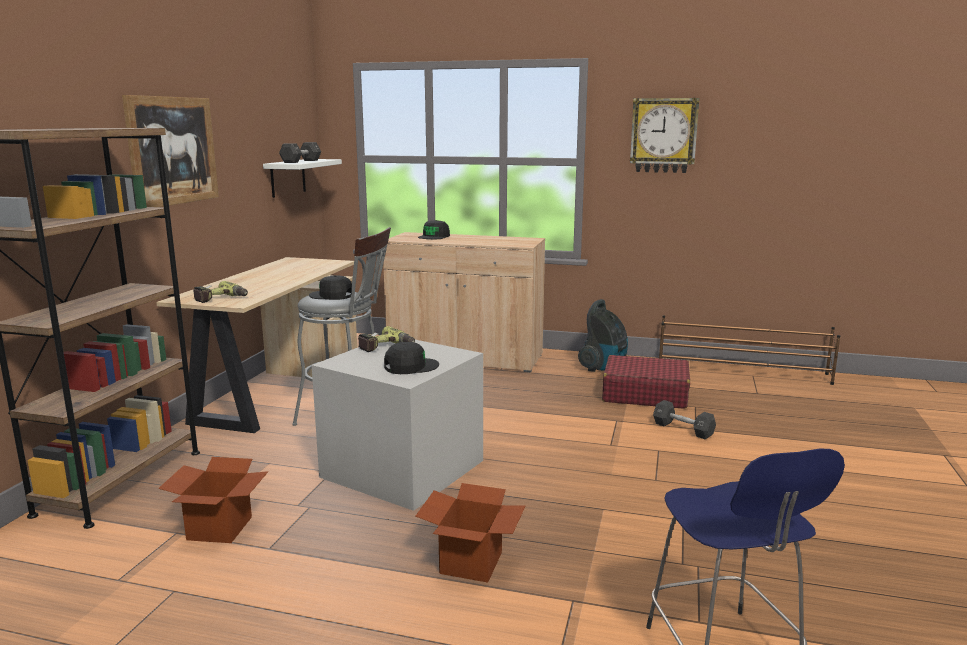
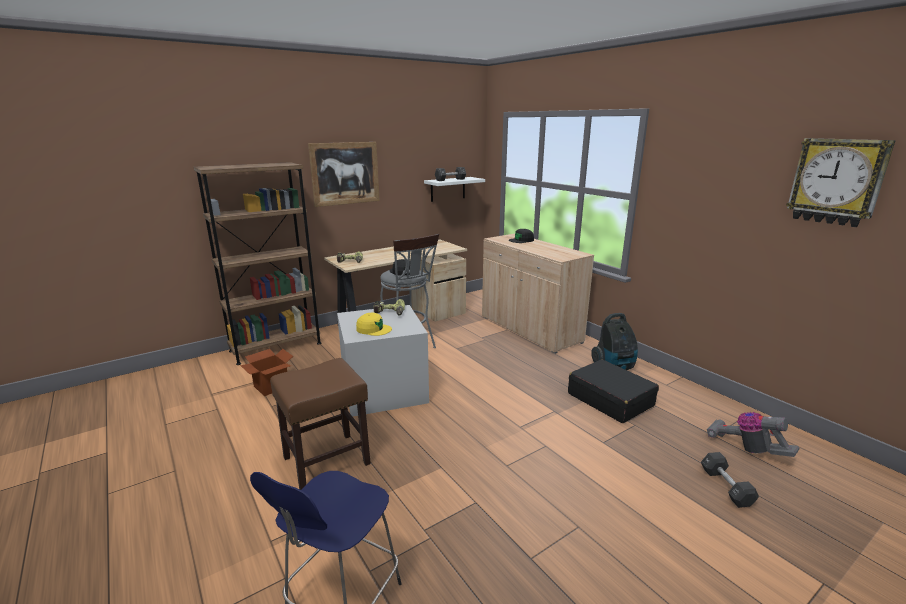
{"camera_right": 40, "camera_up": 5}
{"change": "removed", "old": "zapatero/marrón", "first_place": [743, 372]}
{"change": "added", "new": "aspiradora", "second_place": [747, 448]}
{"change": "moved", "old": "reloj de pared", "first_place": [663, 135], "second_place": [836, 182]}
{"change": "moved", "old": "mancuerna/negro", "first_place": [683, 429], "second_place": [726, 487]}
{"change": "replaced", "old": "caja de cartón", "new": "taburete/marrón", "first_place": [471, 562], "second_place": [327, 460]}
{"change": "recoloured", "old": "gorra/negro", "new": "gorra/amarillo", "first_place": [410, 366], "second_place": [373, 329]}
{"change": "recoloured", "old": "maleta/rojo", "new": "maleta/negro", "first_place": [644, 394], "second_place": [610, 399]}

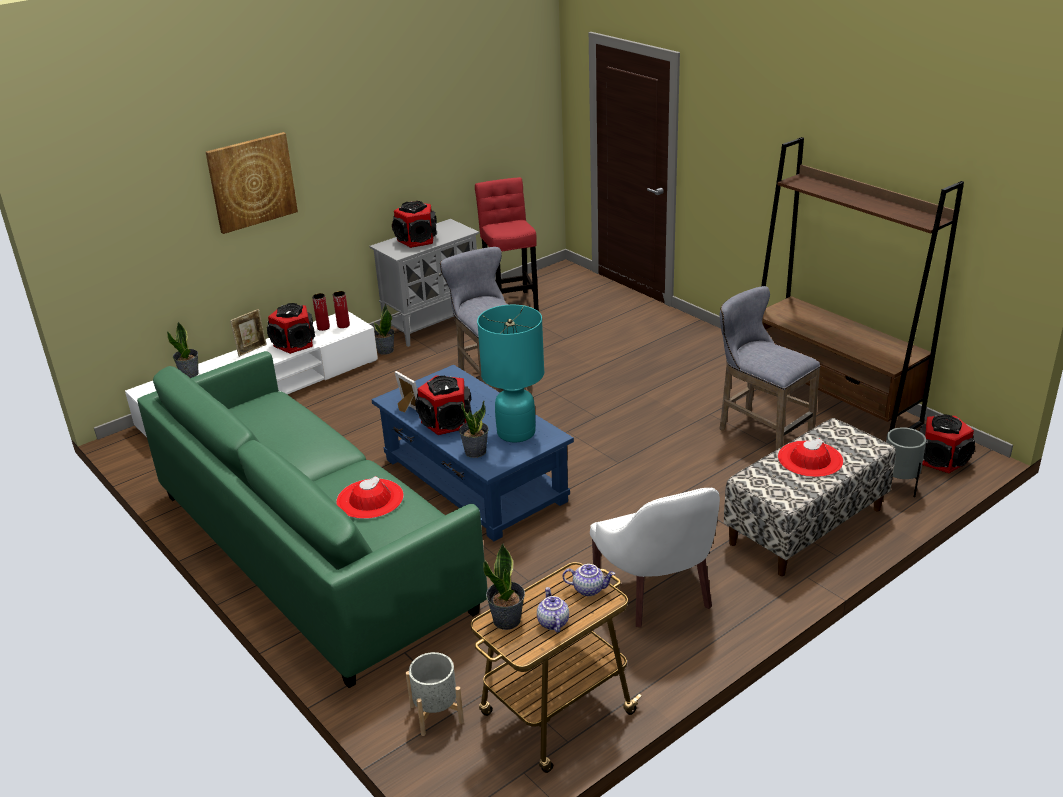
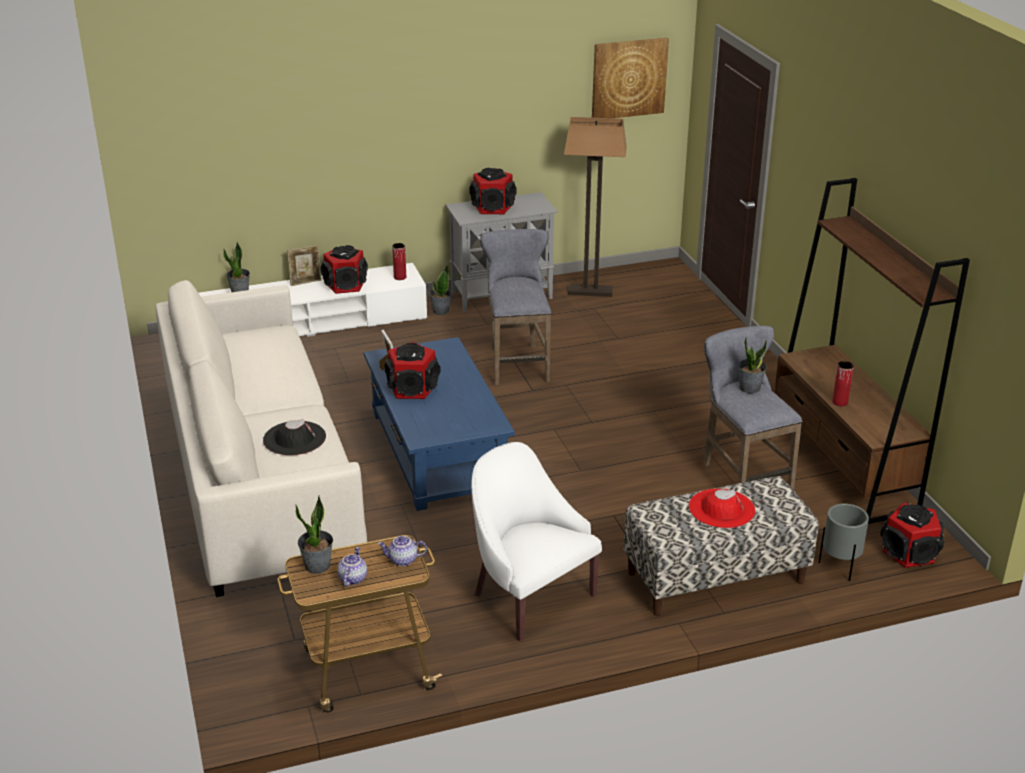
{"camera_right": 20, "camera_up": 0}
{"change": "removed", "old": "maceta/gris", "first_place": [436, 713]}
{"change": "removed", "old": "lámpara de mesa/turquesa", "first_place": [515, 432]}
{"change": "moved", "old": "cuadro", "first_place": [252, 182], "second_place": [629, 78]}
{"change": "moved", "old": "florero/rojo", "first_place": [323, 327], "second_place": [840, 402]}
{"change": "moved", "old": "planta en maceta", "first_place": [475, 451], "second_place": [749, 388]}
{"change": "replaced", "old": "taburete/rojo", "new": "lámpara de pie", "first_place": [511, 304], "second_place": [590, 292]}
{"change": "recoloured", "old": "sofá/verde", "new": "sofá/blanco", "first_place": [311, 551], "second_place": [259, 477]}
{"change": "recoloured", "old": "sombrero/rojo", "new": "sombrero/negro", "first_place": [370, 499], "second_place": [294, 438]}
{"change": "turned", "old": "tetera", "first_place": [589, 589], "second_place": [402, 560], "degrees": 150}
{"change": "turned", "old": "sillón/blanco", "first_place": [658, 592], "second_place": [529, 596], "degrees": 135}

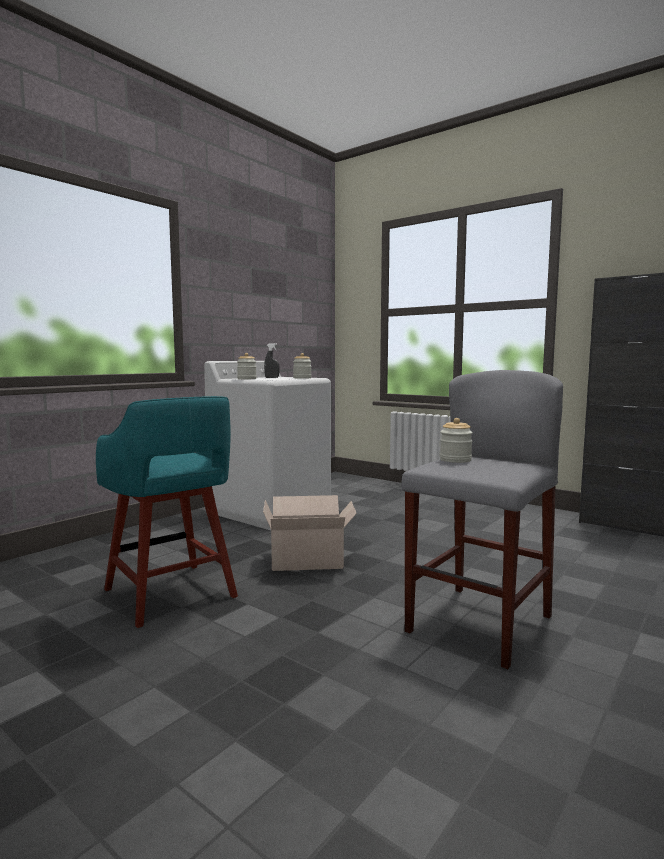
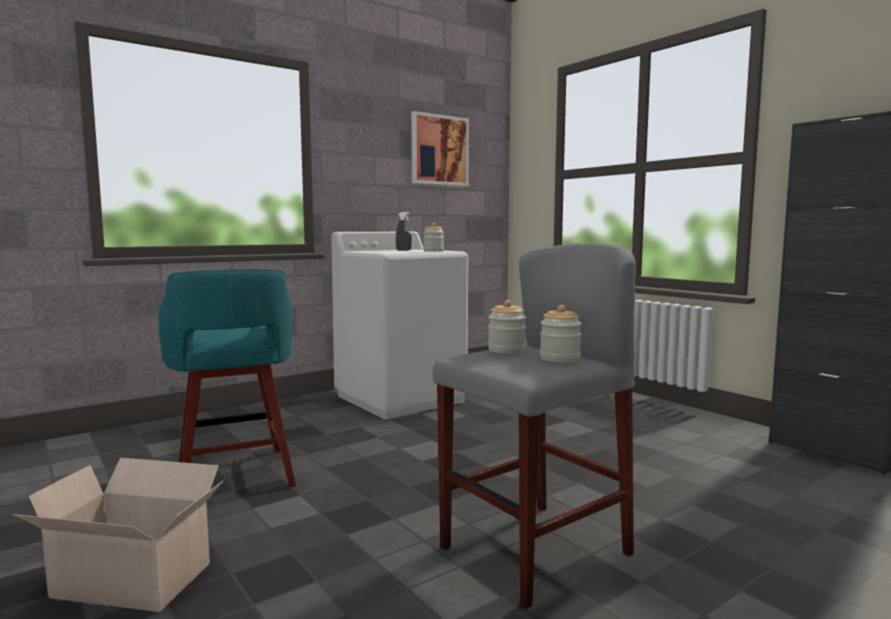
{"camera_right": 15, "camera_up": 0}
{"change": "added", "new": "cuadro", "second_place": [439, 150]}
{"change": "moved", "old": "tarro", "first_place": [247, 379], "second_place": [560, 358]}
{"change": "moved", "old": "caja de cartón", "first_place": [309, 560], "second_place": [135, 581]}

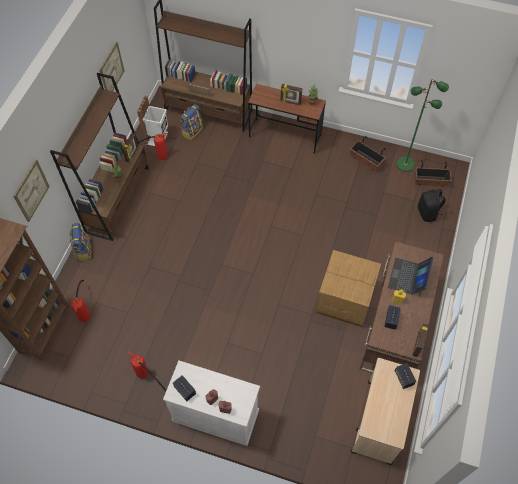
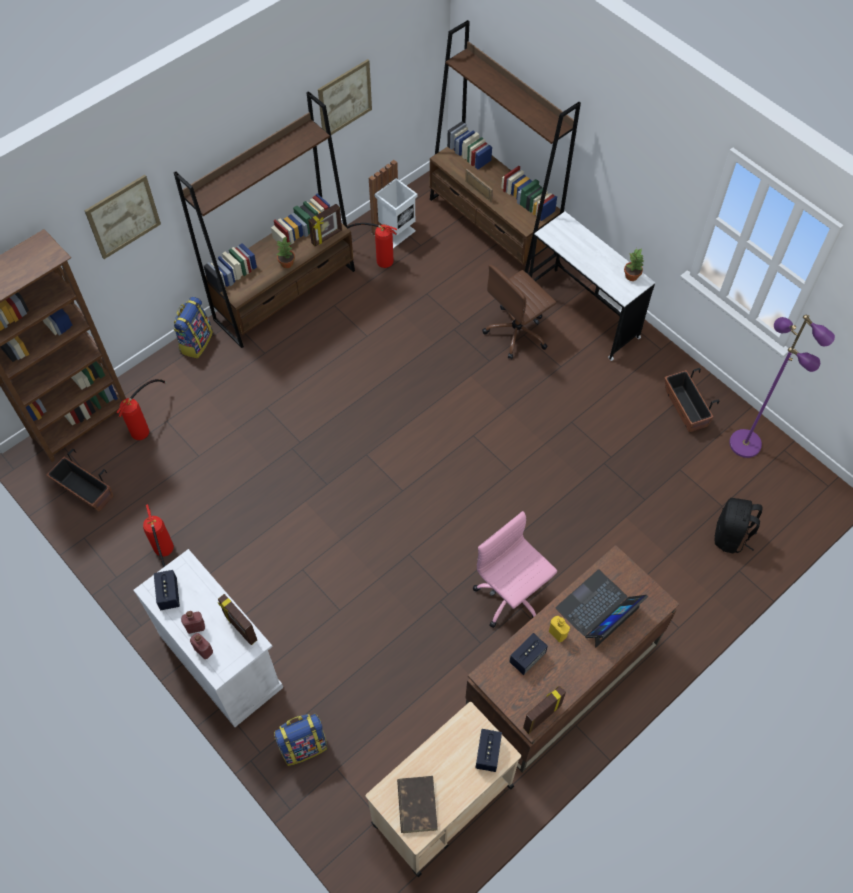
{"camera_right": 30, "camera_up": 0}
{"change": "added", "new": "libro/marrón", "second_place": [417, 804]}
{"change": "added", "new": "silla de oficina/marrón", "second_place": [517, 332]}
{"change": "moved", "old": "mochila", "first_place": [192, 131], "second_place": [303, 745]}
{"change": "moved", "old": "portarretratos", "first_place": [290, 102], "second_place": [240, 628]}
{"change": "moved", "old": "maceta", "first_place": [430, 181], "second_place": [85, 491]}
{"change": "replaced", "old": "caja de cartón", "new": "silla de oficina/rosa", "first_place": [344, 298], "second_place": [512, 596]}
{"change": "recoloured", "old": "escritorio/marrón", "new": "escritorio/blanco", "first_place": [285, 136], "second_place": [582, 314]}
{"change": "recoloured", "old": "lámpara de pie/verde", "new": "lámpara de pie/morado", "first_place": [405, 164], "second_place": [746, 443]}

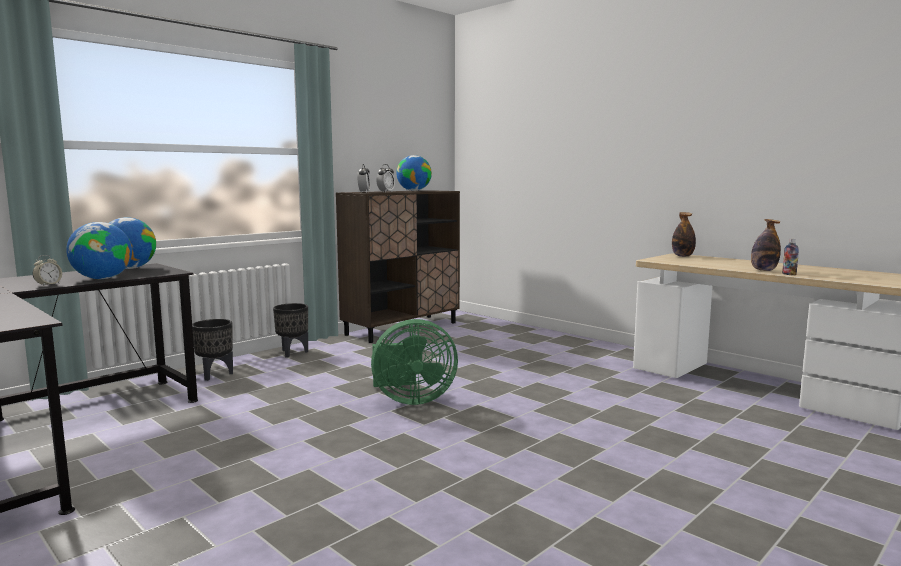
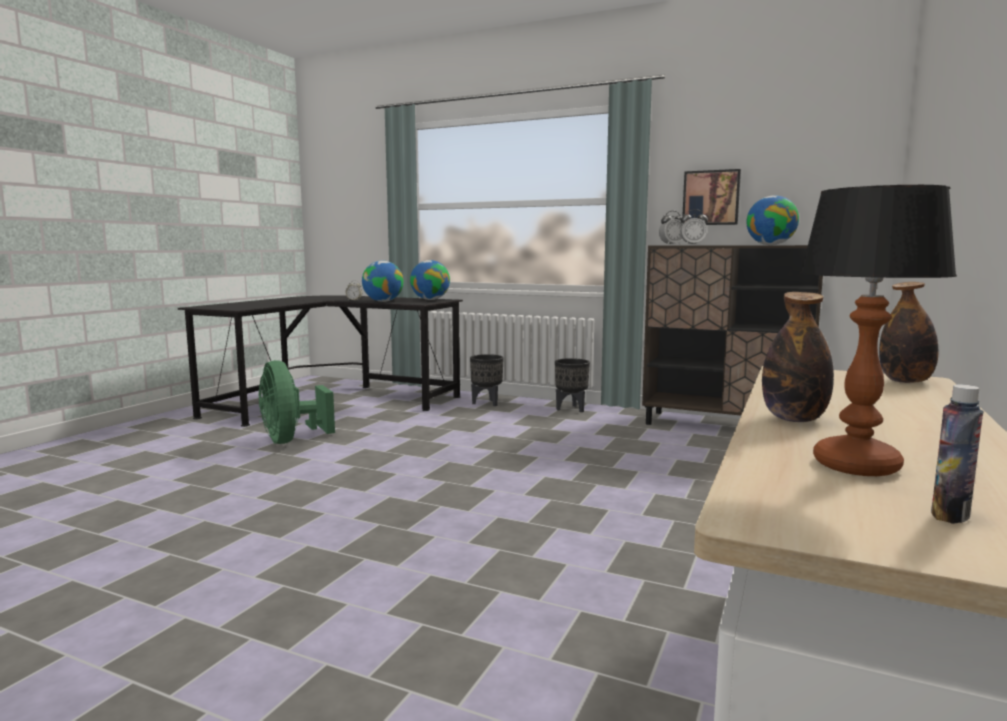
{"camera_right": 70, "camera_up": 0}
{"change": "added", "new": "cuadro", "second_place": [711, 198]}
{"change": "added", "new": "lámpara de mesa", "second_place": [858, 465]}
{"change": "moved", "old": "ventilador/verde", "first_place": [410, 399], "second_place": [291, 440]}
{"change": "moved", "old": "botella", "first_place": [789, 274], "second_place": [950, 515]}

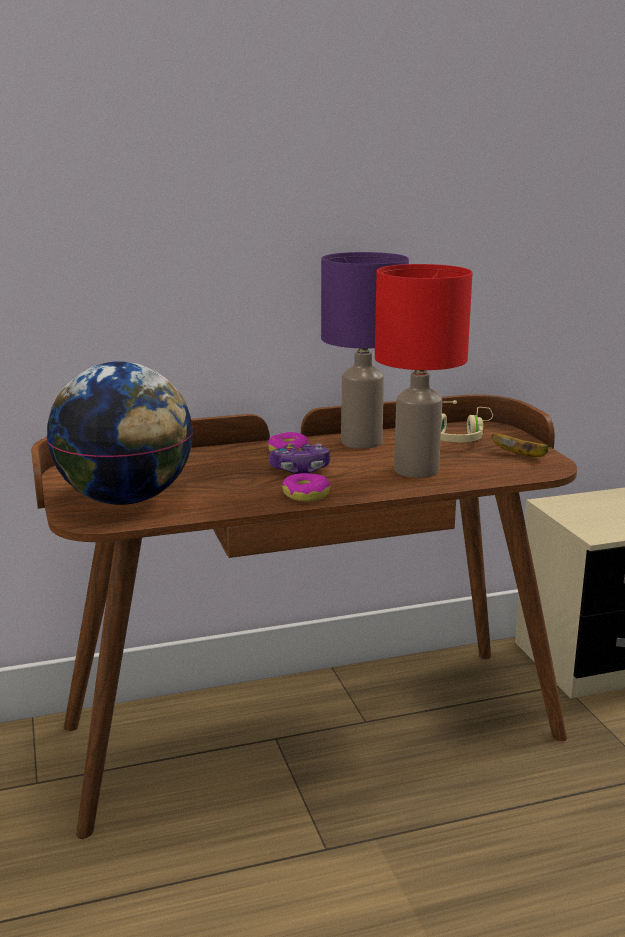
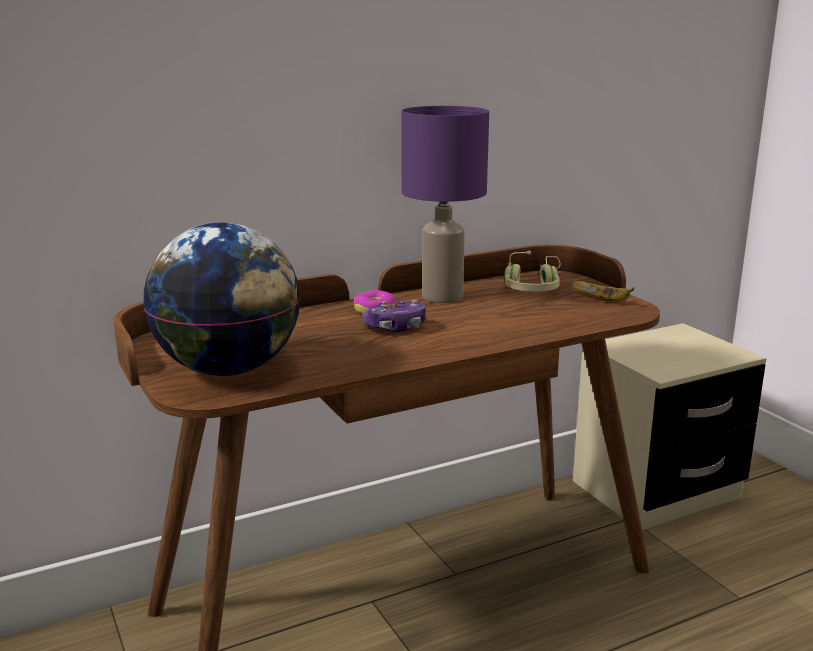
{"camera_right": -10, "camera_up": 0}
{"change": "removed", "old": "rosquilla", "first_place": [306, 495]}
{"change": "removed", "old": "lámpara de mesa/rojo", "first_place": [417, 471]}

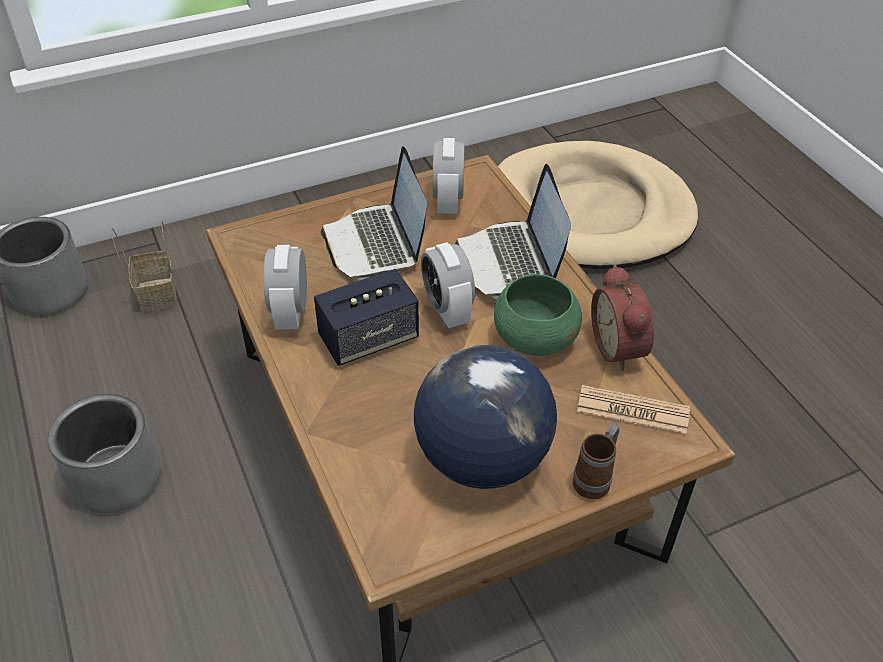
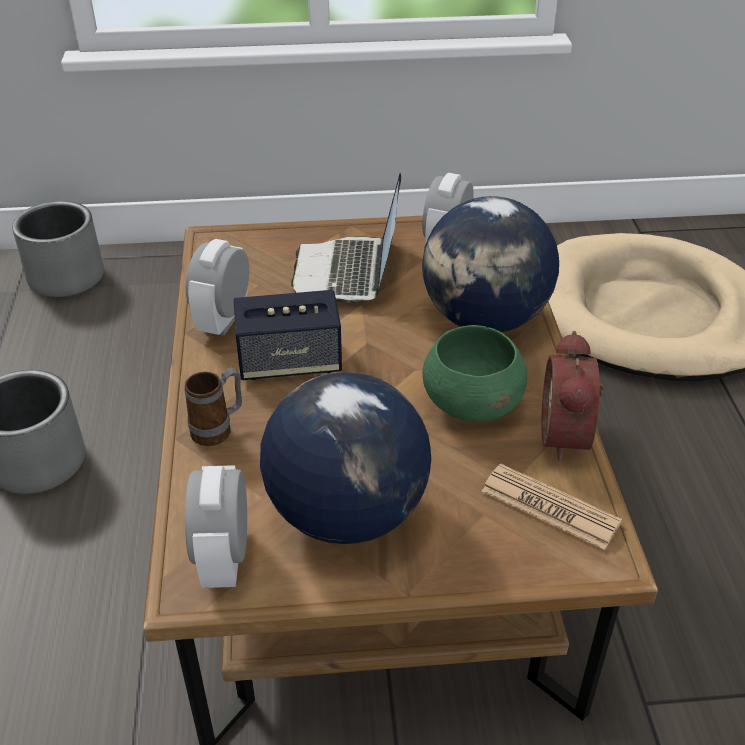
{"camera_right": 20, "camera_up": -5}
{"change": "removed", "old": "cesta", "first_place": [156, 294]}
{"change": "moved", "old": "despertador", "first_place": [447, 310], "second_place": [224, 558]}
{"change": "moved", "old": "taza grande", "first_place": [595, 479], "second_place": [218, 429]}
{"change": "replaced", "old": "portátil", "new": "globo terráqueo", "first_place": [511, 261], "second_place": [485, 319]}

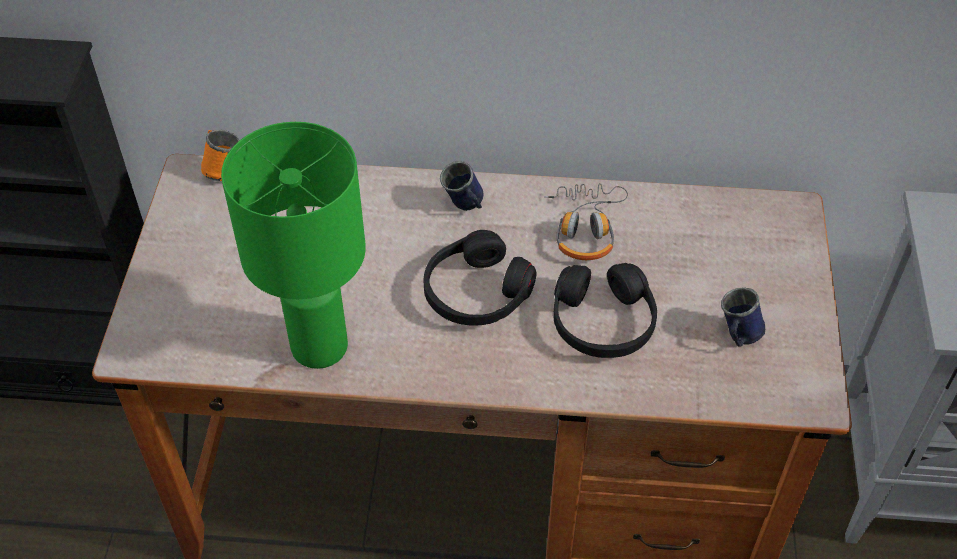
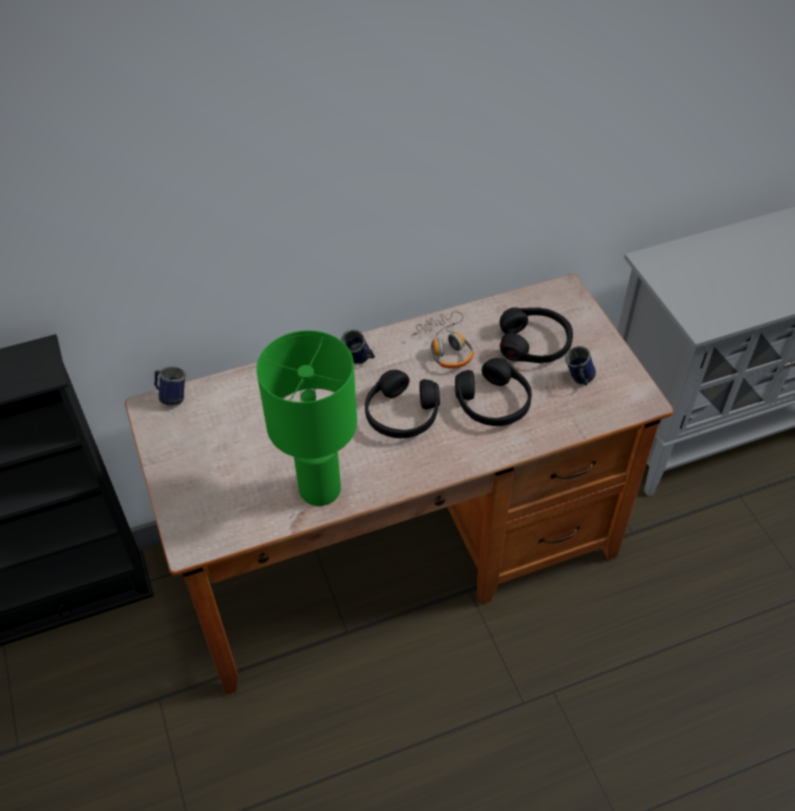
{"camera_right": -25, "camera_up": 0}
{"change": "added", "new": "auriculares/negro", "second_place": [534, 343]}
{"change": "recoloured", "old": "taza grande/naranja", "new": "taza grande/azul", "first_place": [221, 169], "second_place": [171, 396]}

